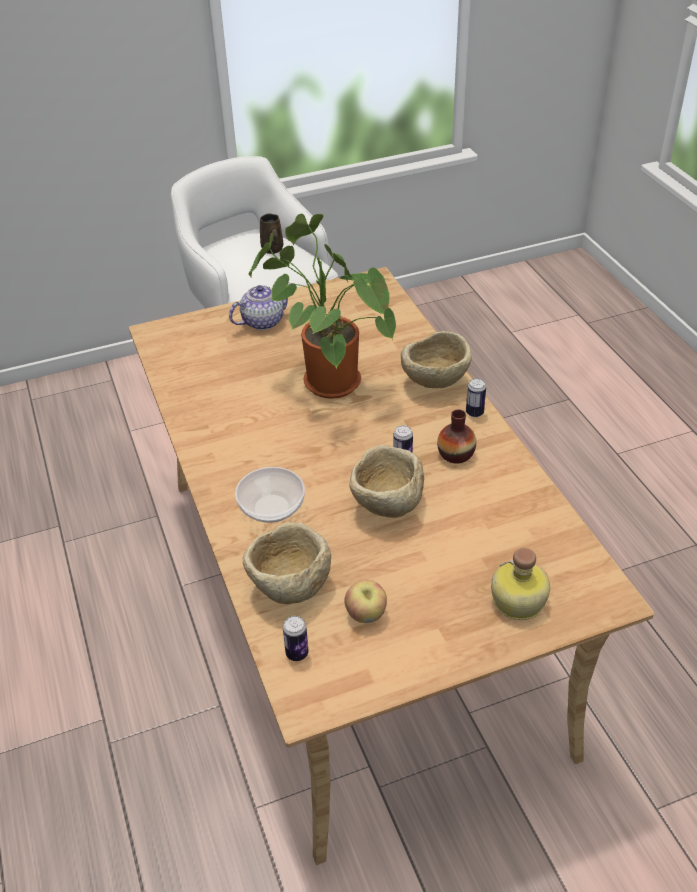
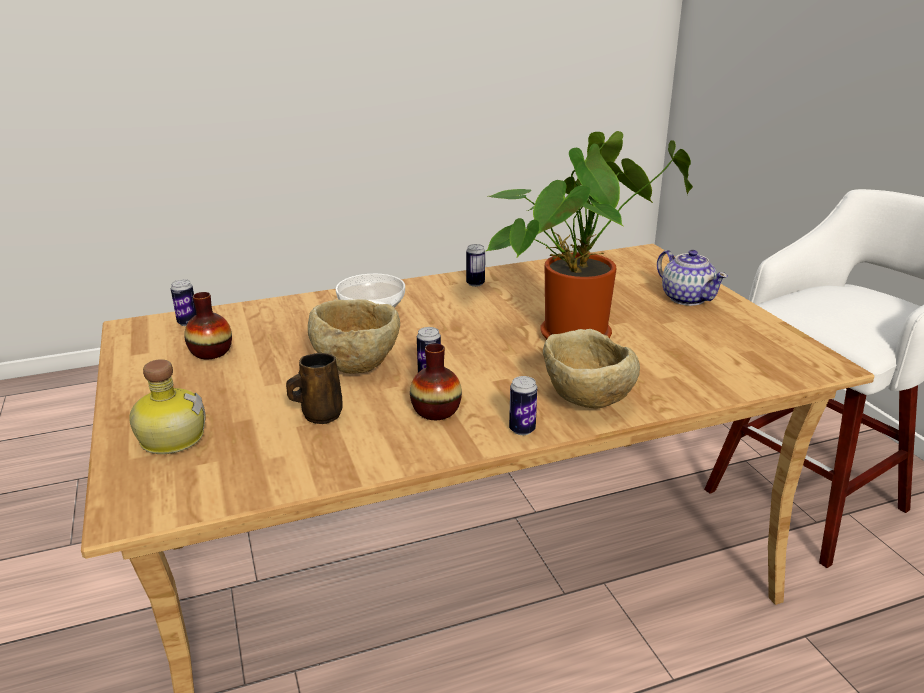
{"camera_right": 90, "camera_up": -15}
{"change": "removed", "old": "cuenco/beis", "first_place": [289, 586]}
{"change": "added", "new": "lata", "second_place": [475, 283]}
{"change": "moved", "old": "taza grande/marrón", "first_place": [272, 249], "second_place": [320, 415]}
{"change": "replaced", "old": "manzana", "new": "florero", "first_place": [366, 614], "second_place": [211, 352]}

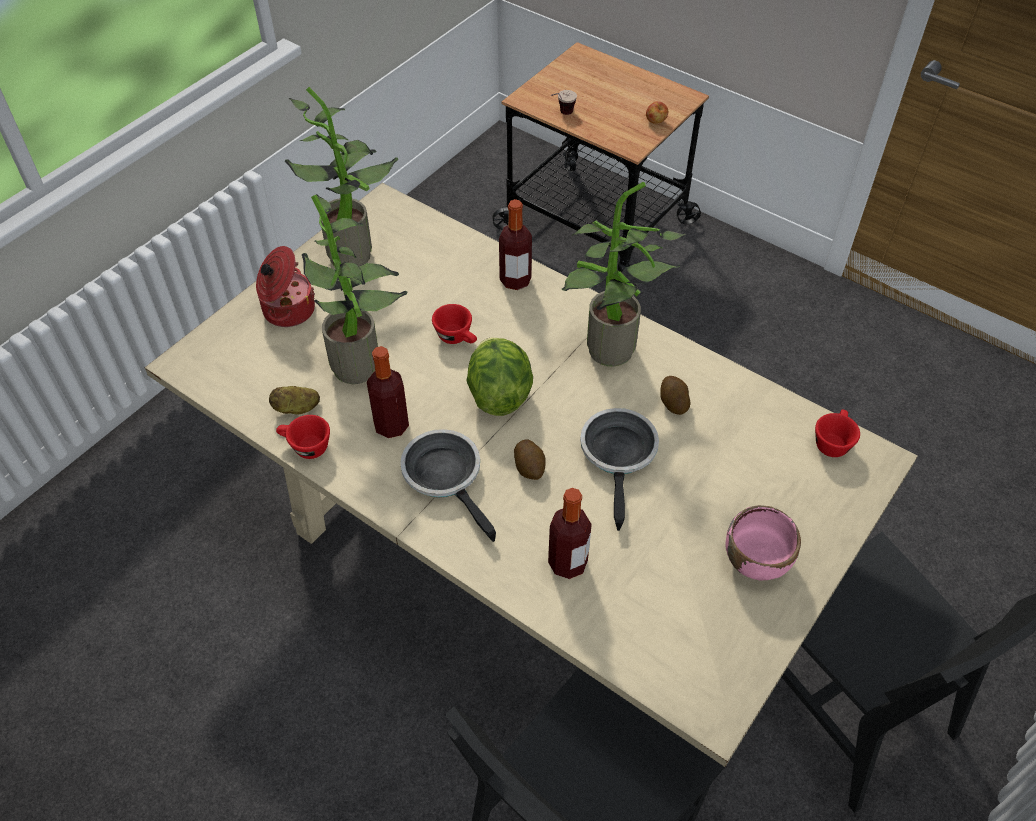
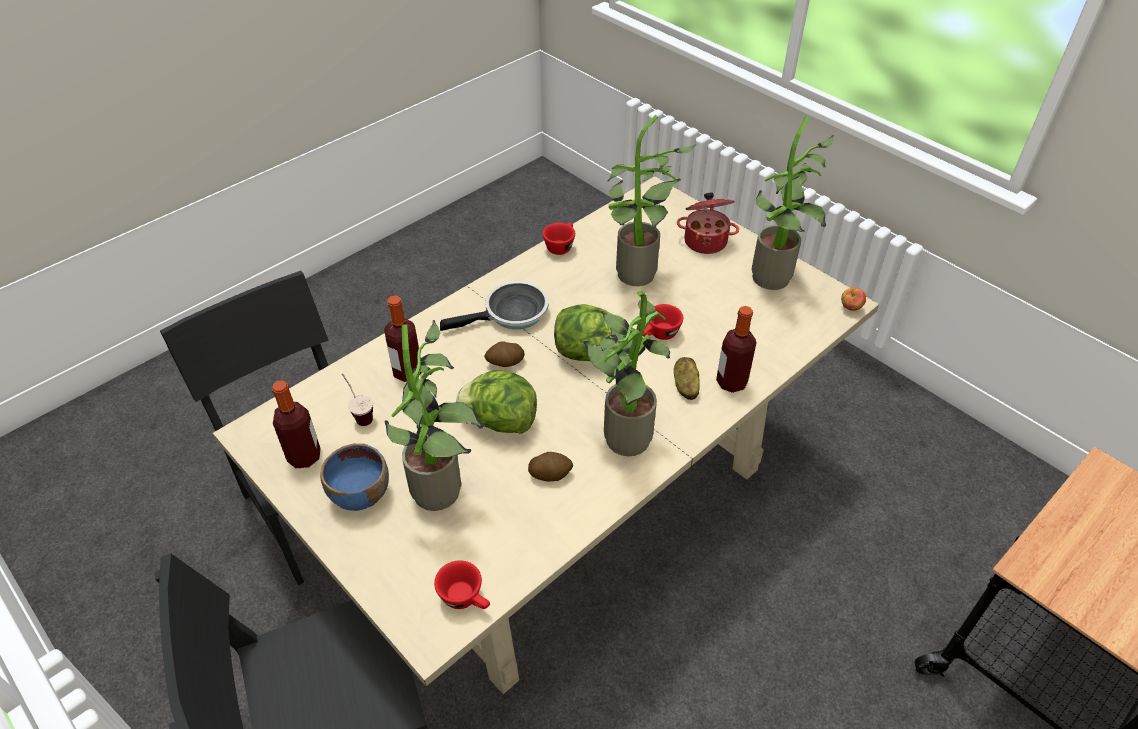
{"camera_right": 100, "camera_up": -5}
{"change": "added", "new": "planta en maceta", "second_place": [444, 493]}
{"change": "moved", "old": "patata", "first_place": [296, 408], "second_place": [685, 386]}
{"change": "moved", "old": "botella", "first_place": [391, 425], "second_place": [304, 456]}
{"change": "moved", "old": "taza", "first_place": [561, 115], "second_place": [359, 414]}
{"change": "moved", "old": "manzana", "first_place": [655, 121], "second_place": [850, 308]}
{"change": "replaced", "old": "sartén", "new": "lechuga", "first_place": [619, 456], "second_place": [500, 421]}
{"change": "recoloured", "old": "cuenco/rosa", "new": "cuenco/azul", "first_place": [757, 560], "second_place": [360, 494]}

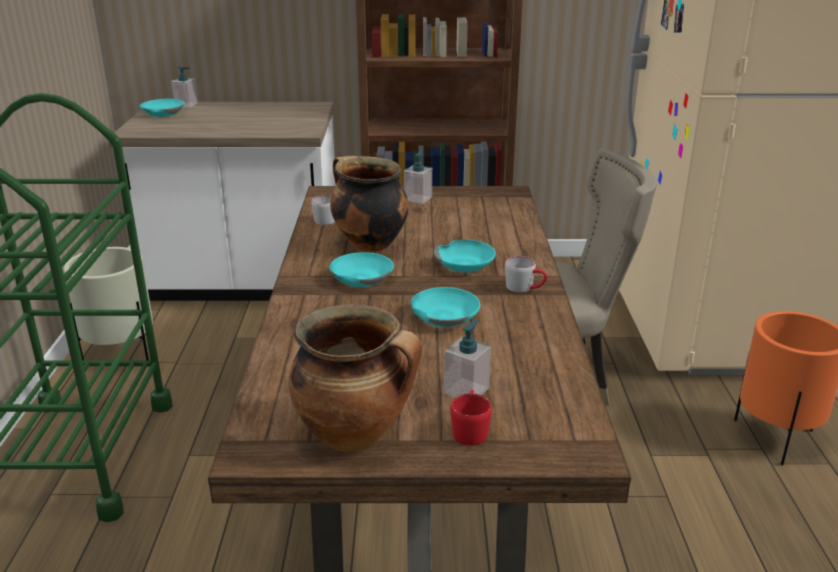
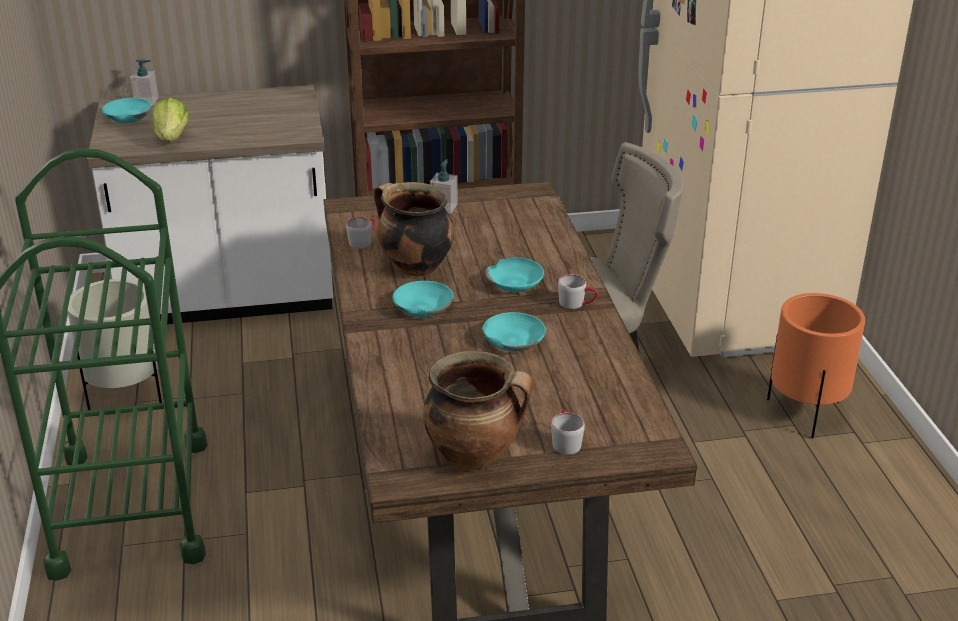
{"camera_right": -10, "camera_up": 5}
{"change": "removed", "old": "dispensador de jabón", "first_place": [466, 390]}
{"change": "added", "new": "lechuga", "second_place": [172, 138]}
{"change": "recoloured", "old": "taza grande/rojo", "new": "taza grande/gris", "first_place": [469, 429], "second_place": [565, 441]}

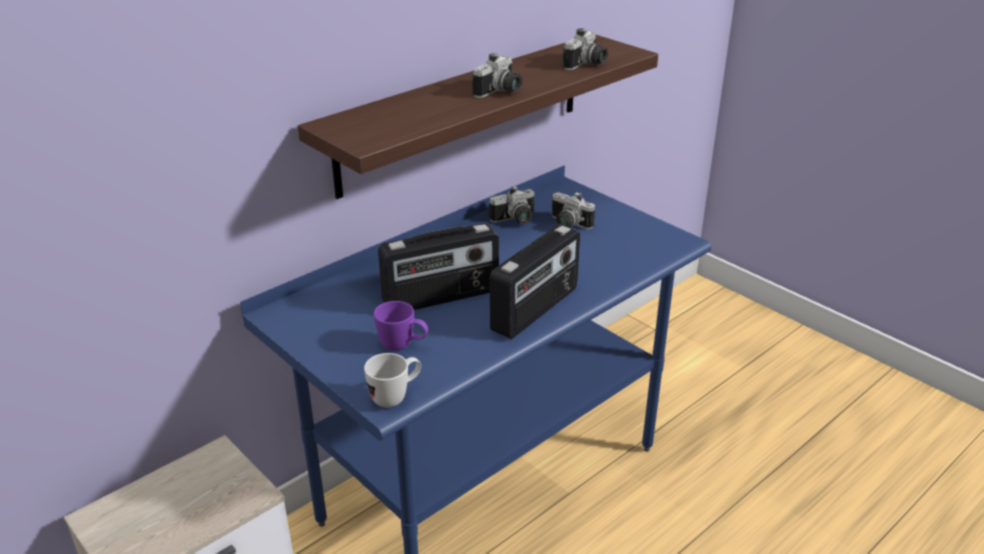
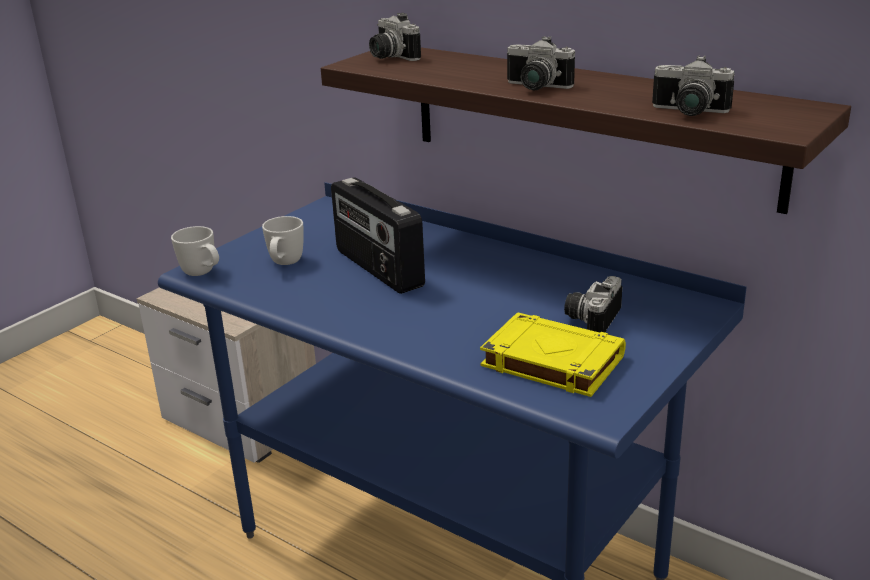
{"camera_right": 80, "camera_up": -5}
{"change": "removed", "old": "radio", "first_place": [536, 310]}
{"change": "added", "new": "libro/amarillo", "second_place": [550, 361]}
{"change": "moved", "old": "cámara", "first_place": [515, 220], "second_place": [390, 57]}
{"change": "recoloured", "old": "taza grande/morado", "new": "taza grande/blanco", "first_place": [403, 346], "second_place": [284, 264]}

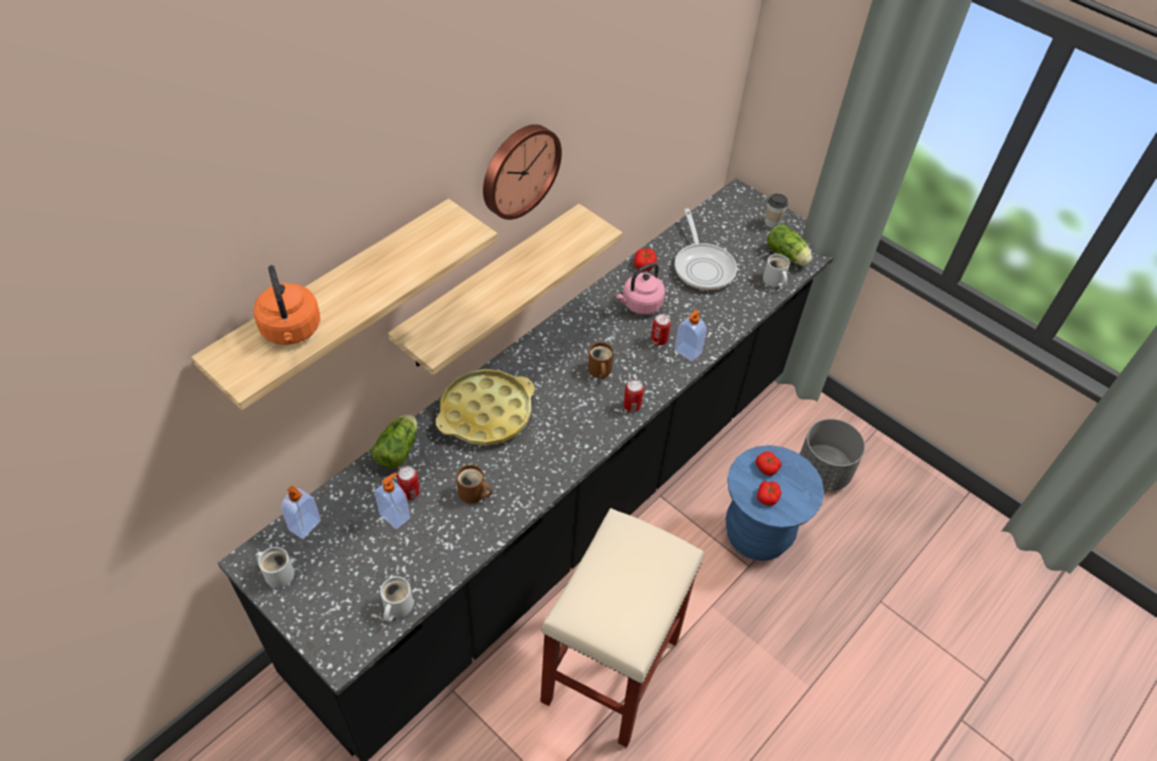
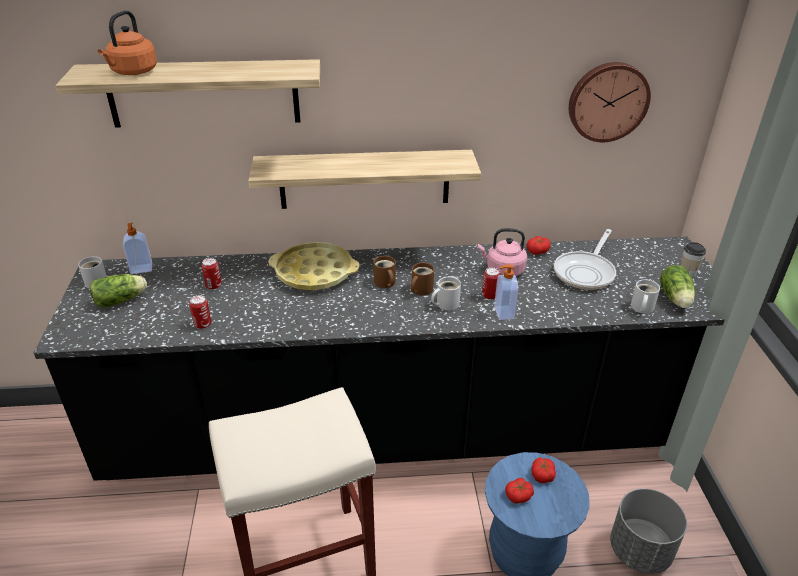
{"camera_right": 45, "camera_up": -15}
{"change": "removed", "old": "dispensador de jabón", "first_place": [395, 515]}
{"change": "moved", "old": "lechuga", "first_place": [399, 448], "second_place": [122, 300]}
{"change": "moved", "old": "taza grande/blanco", "first_place": [396, 607], "second_place": [445, 304]}
{"change": "moved", "old": "taza grande/marrón", "first_place": [473, 494], "second_place": [385, 283]}
{"change": "moved", "old": "reloj de pared", "first_place": [518, 170], "second_place": [607, 101]}
{"change": "moved", "old": "lata", "first_place": [632, 406], "second_place": [203, 324]}

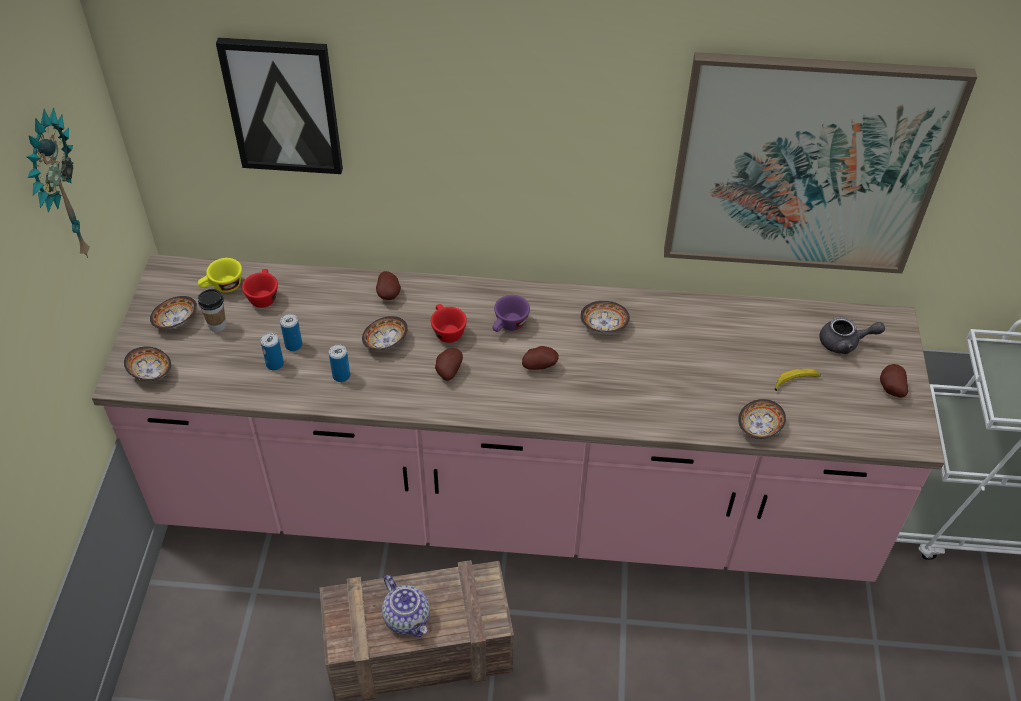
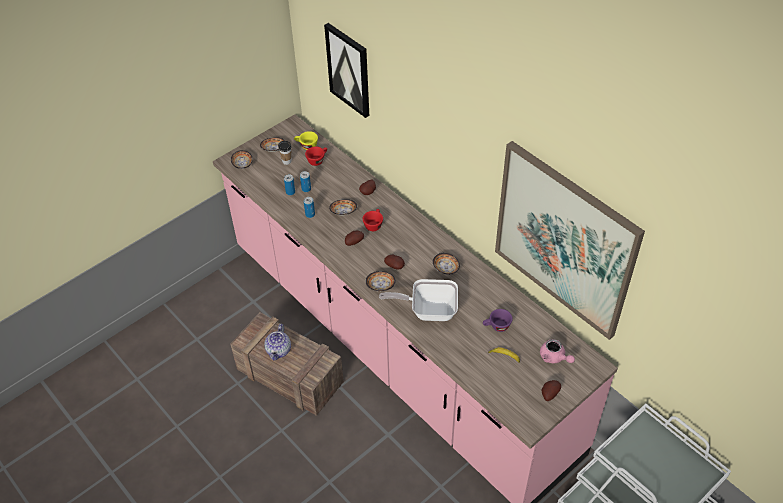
{"camera_right": 45, "camera_up": 0}
{"change": "removed", "old": "reloj de pared", "first_place": [55, 191]}
{"change": "added", "new": "sartén", "second_place": [428, 310]}
{"change": "moved", "old": "taza/morado", "first_place": [509, 326], "second_place": [496, 327]}
{"change": "moved", "old": "cuenco", "first_place": [759, 427], "second_place": [380, 286]}
{"change": "recoloured", "old": "tetera/gris", "new": "tetera/rosa", "first_place": [845, 343], "second_place": [554, 357]}

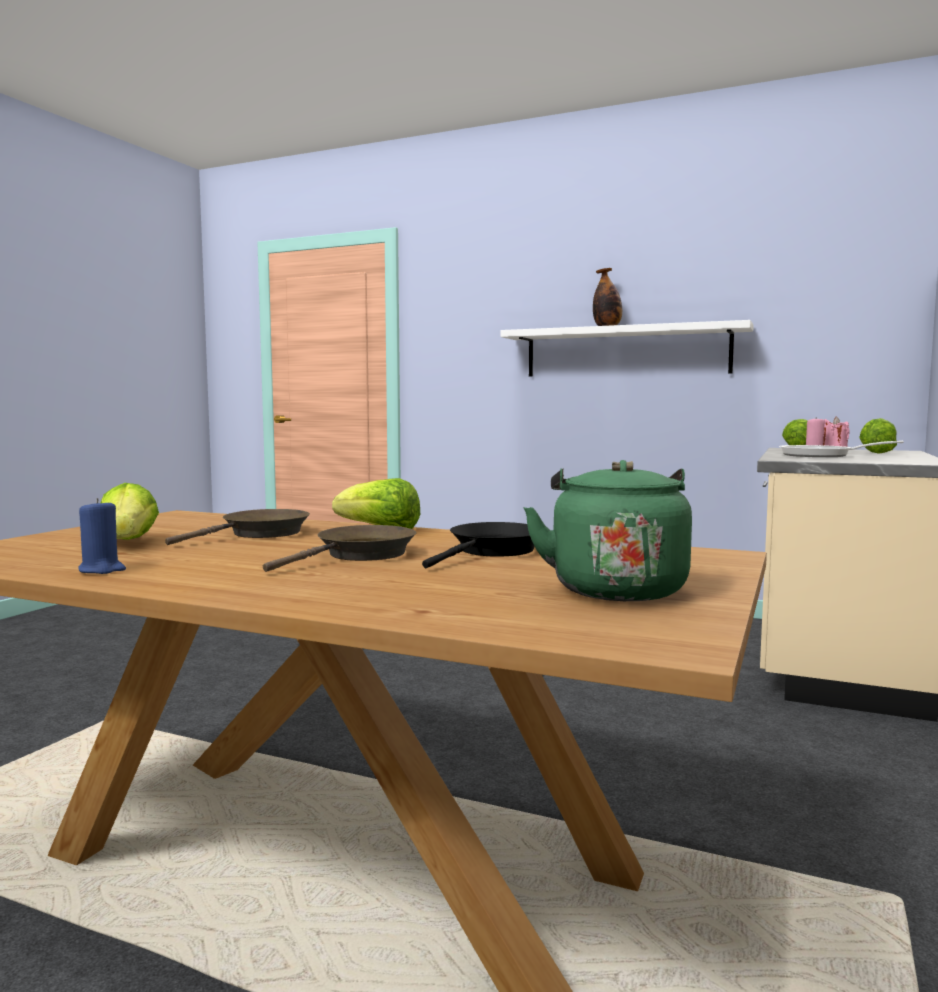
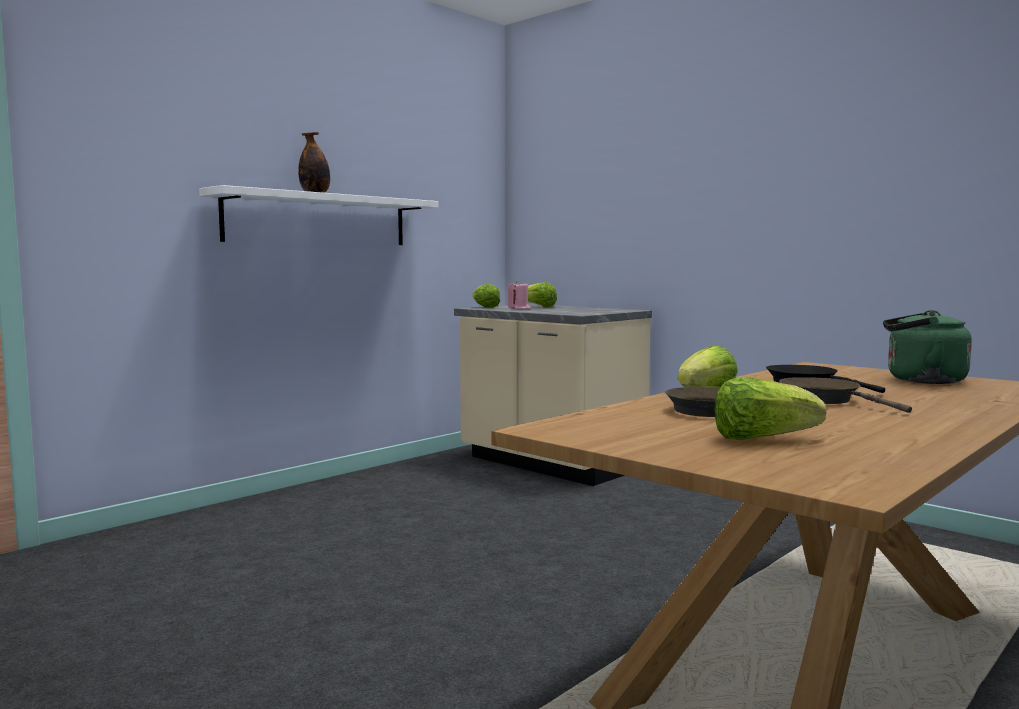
{"camera_right": -70, "camera_up": 0}
{"change": "removed", "old": "vela/azul", "first_place": [102, 570]}
{"change": "removed", "old": "sartén", "first_place": [822, 455]}

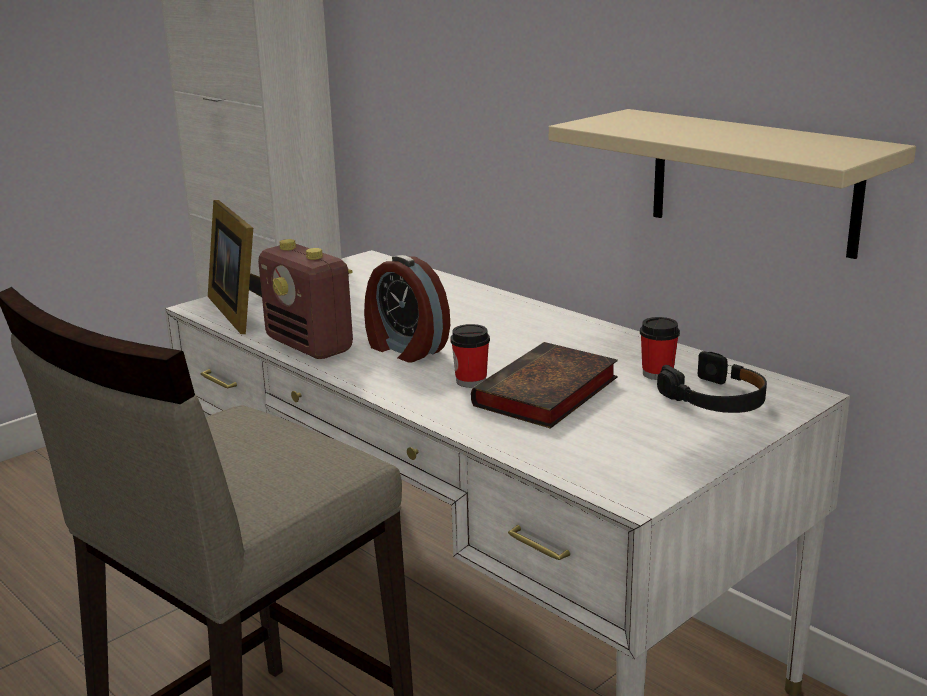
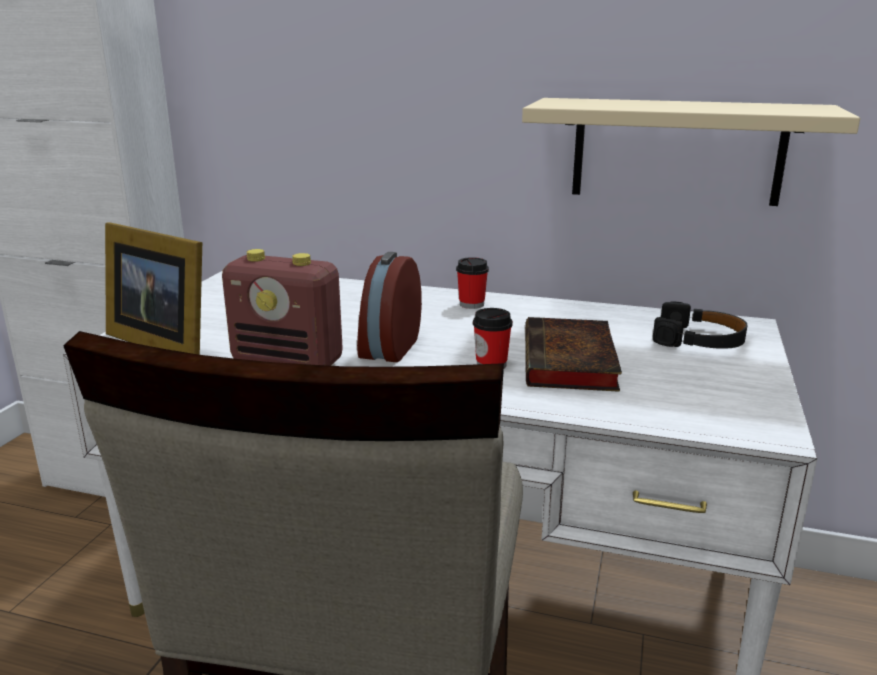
{"camera_right": -30, "camera_up": 0}
{"change": "moved", "old": "taza", "first_place": [657, 374], "second_place": [471, 304]}
{"change": "turned", "old": "despertador", "first_place": [405, 349], "second_place": [388, 348], "degrees": 90}

